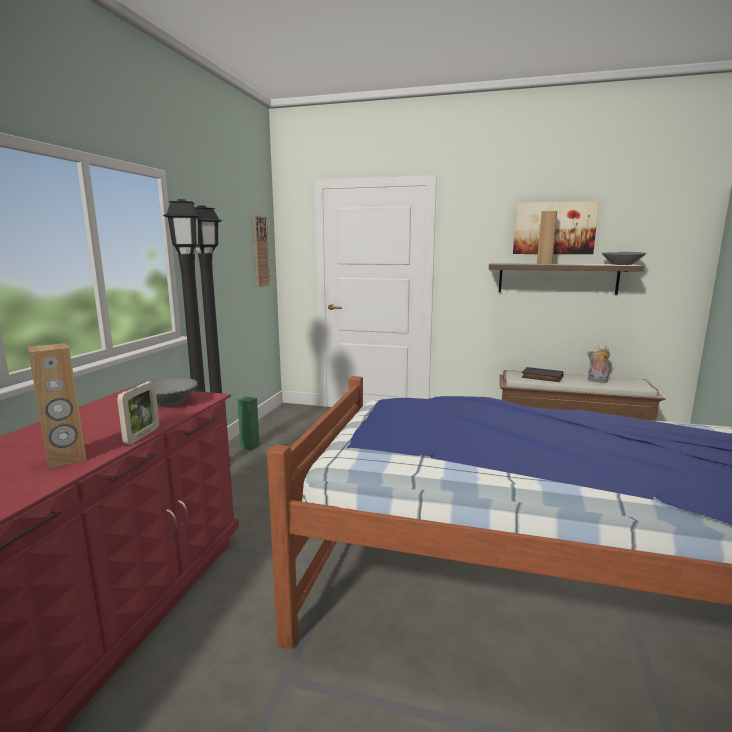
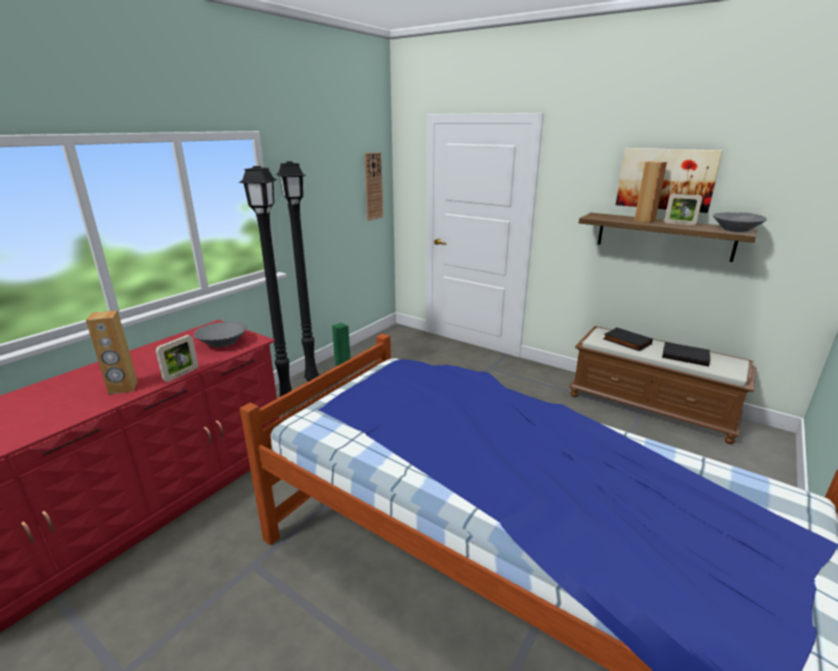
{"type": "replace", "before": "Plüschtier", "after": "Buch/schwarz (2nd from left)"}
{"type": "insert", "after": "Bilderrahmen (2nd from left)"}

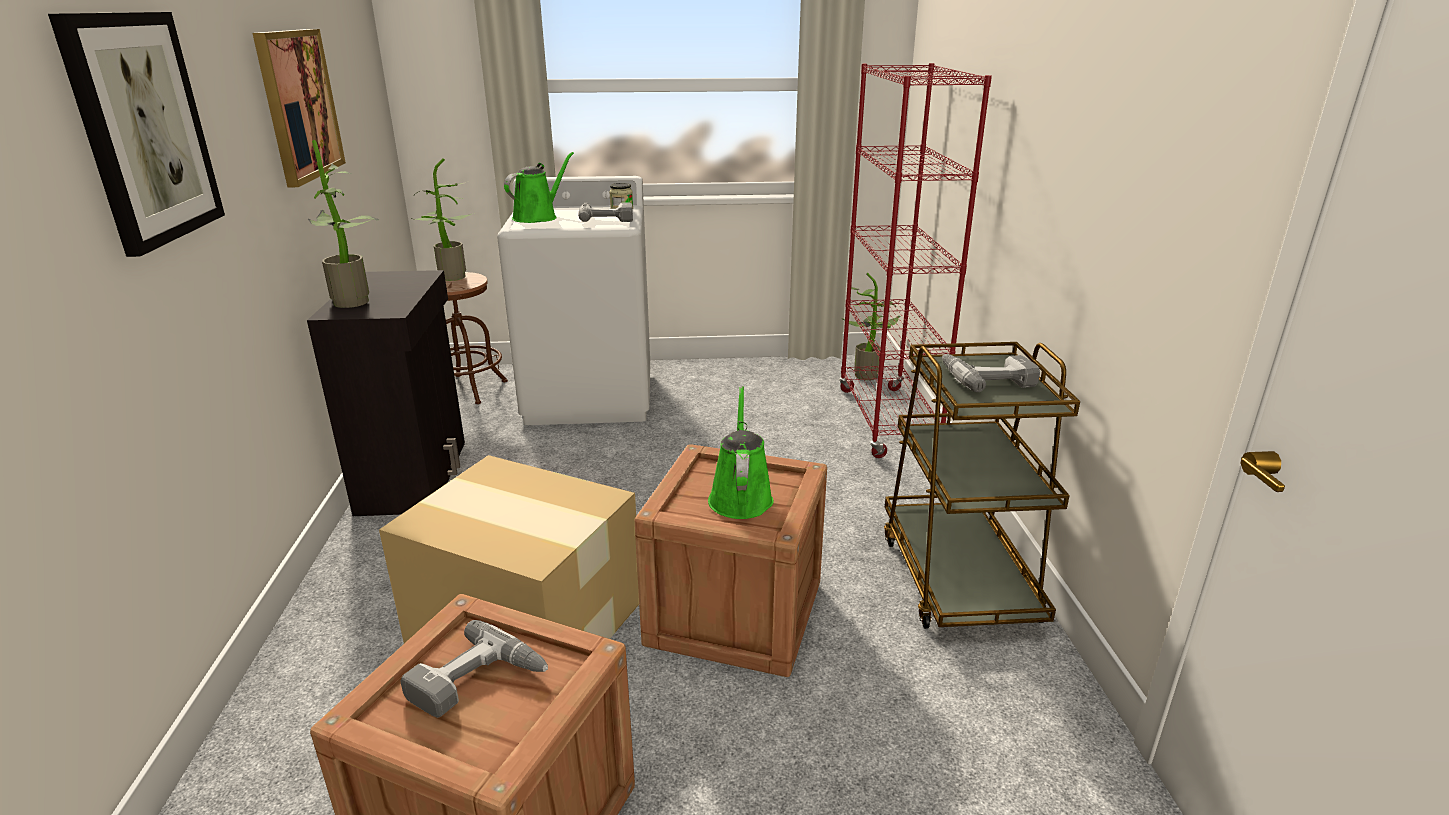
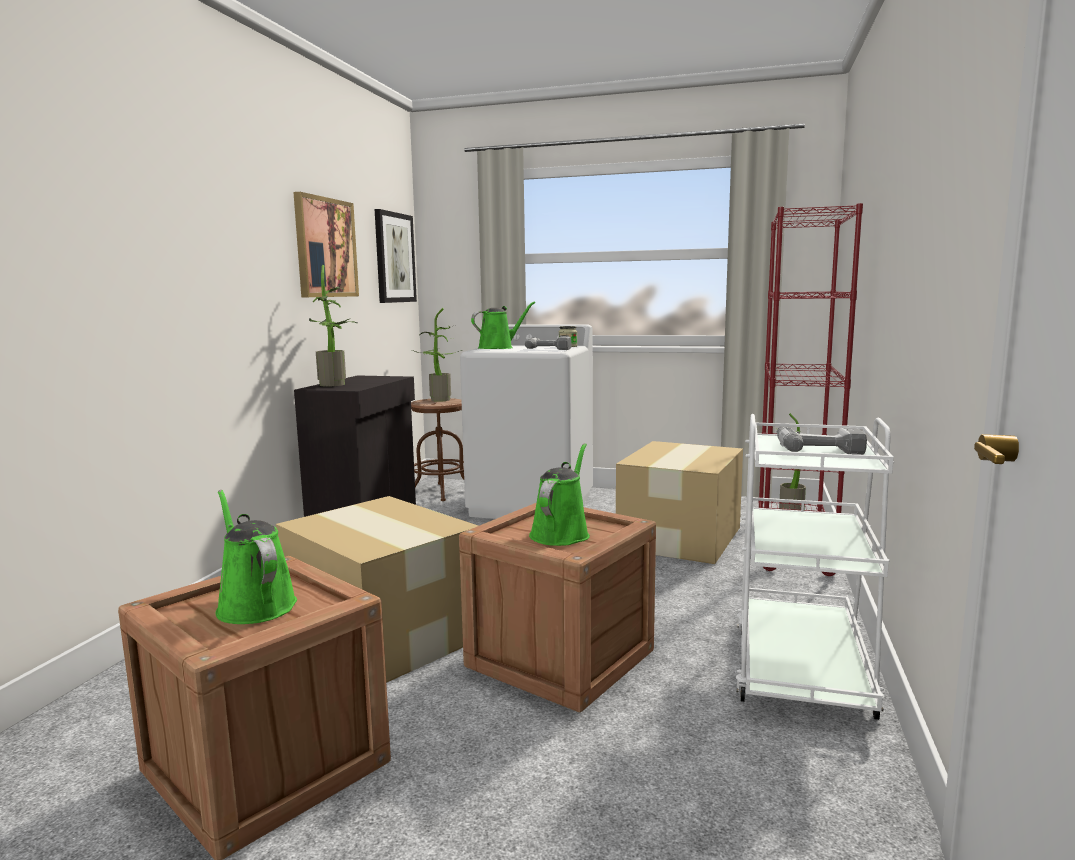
{"type": "move", "before": "Bild (1st from left in the first image)", "after": "Bild (2nd from left)"}
{"type": "replace", "before": "Bohrmaschine (1st from left)", "after": "Gießkanne/grün (1st from left)"}
{"type": "recolor", "before": "Rollwagen/braun", "after": "Rollwagen/weiß"}
{"type": "insert", "after": "Karton (2nd from left)"}

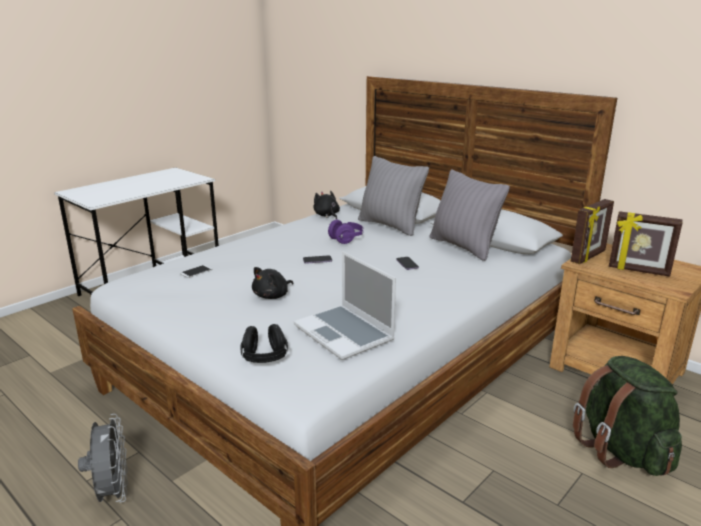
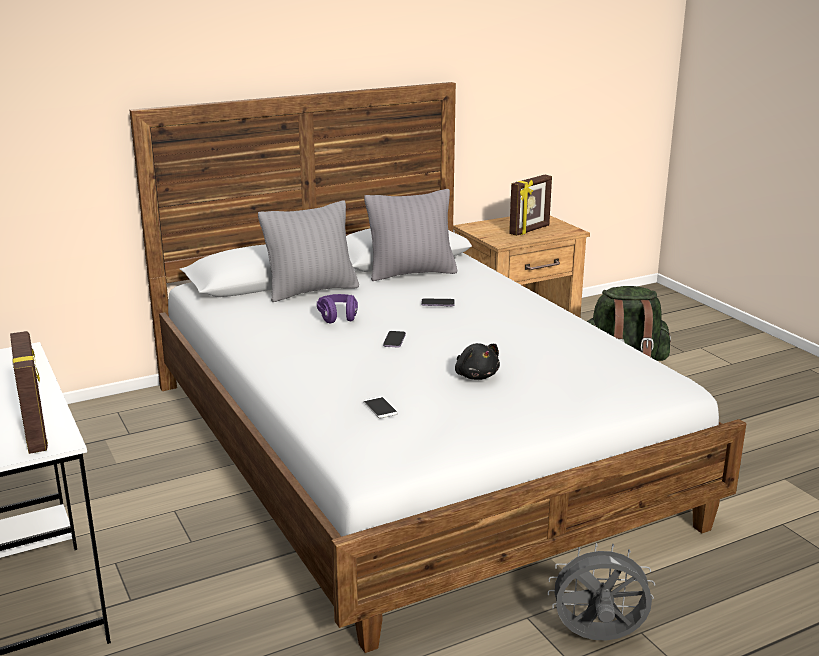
{"type": "delete", "before": "Kopfhörer/schwarz"}
{"type": "delete", "before": "Laptop"}
{"type": "delete", "before": "Plüschtier/schwarz (2nd from left)"}
{"type": "move", "before": "Bilderrahmen (1st from left)"}

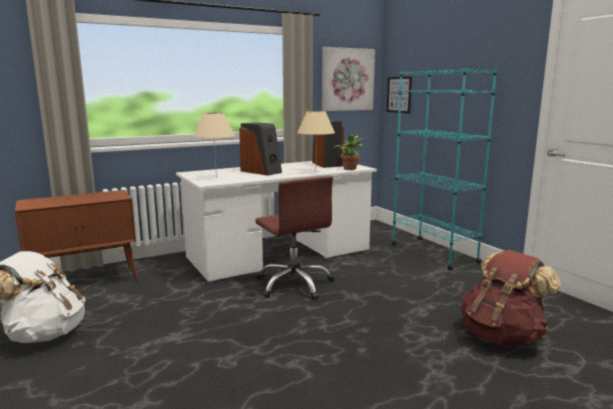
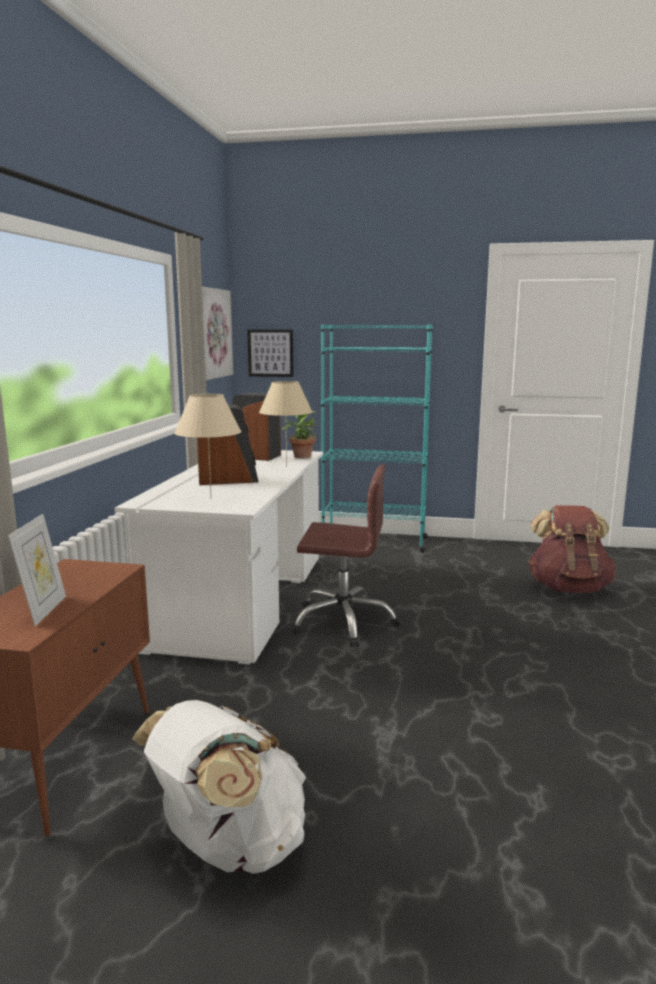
{"type": "insert", "after": "Bilderrahmen"}

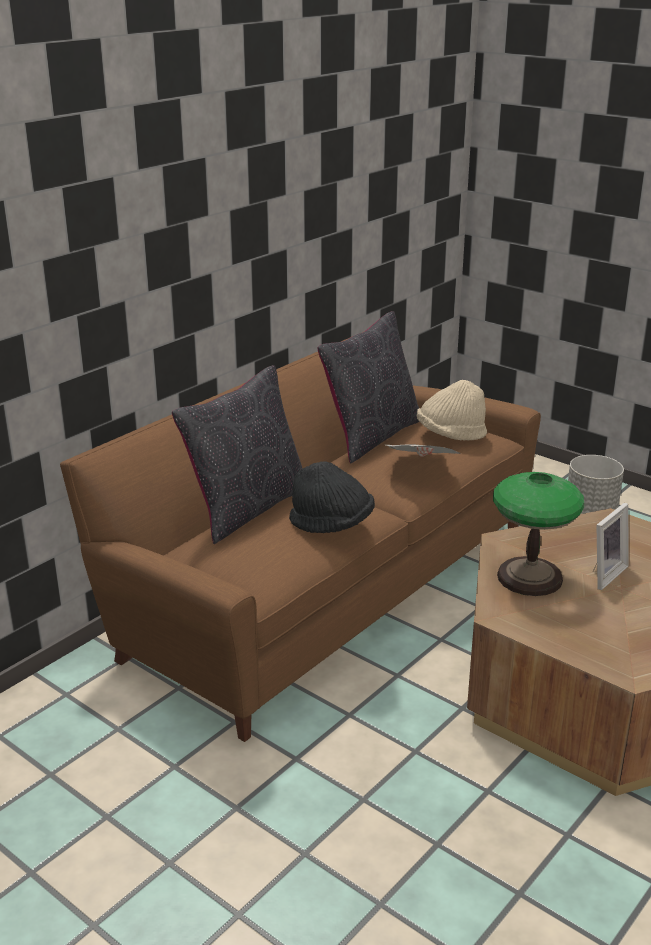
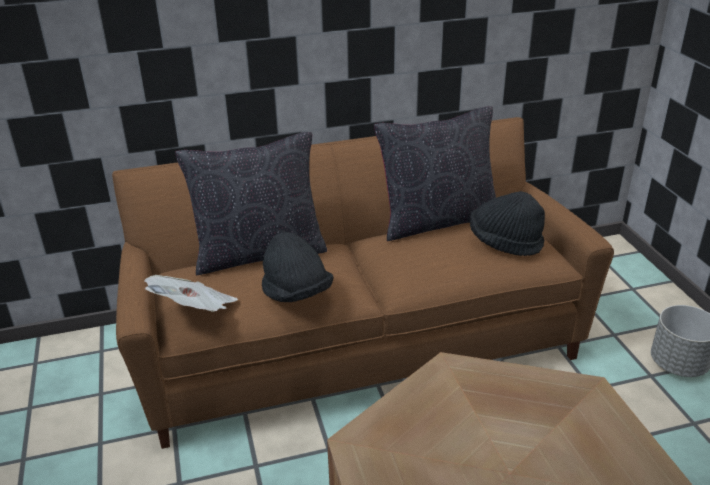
{"type": "move", "before": "Zeitung"}
{"type": "recolor", "before": "Hut/beige", "after": "Hut/schwarz (2nd from left)"}
{"type": "delete", "before": "Tischlampe"}
{"type": "delete", "before": "Bilderrahmen"}

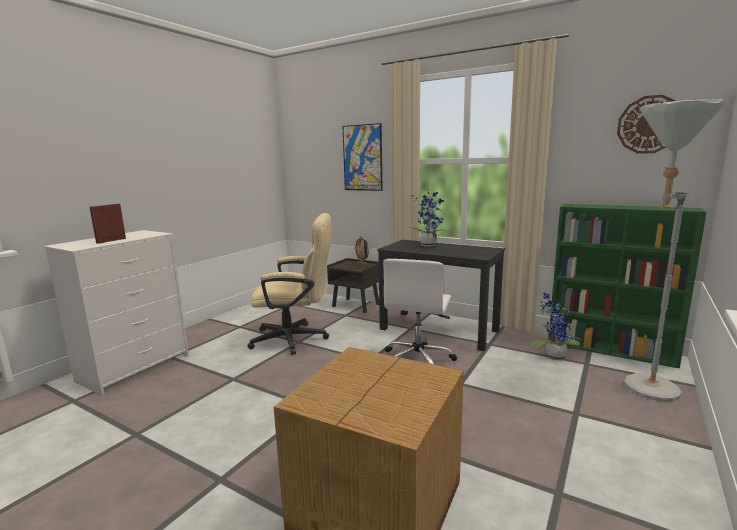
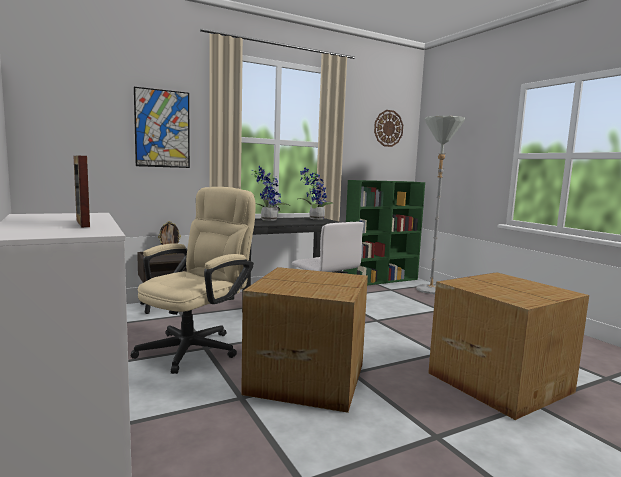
{"type": "move", "before": "Topfpflanze (2nd from left)"}
{"type": "insert", "after": "Karton (1st from left)"}

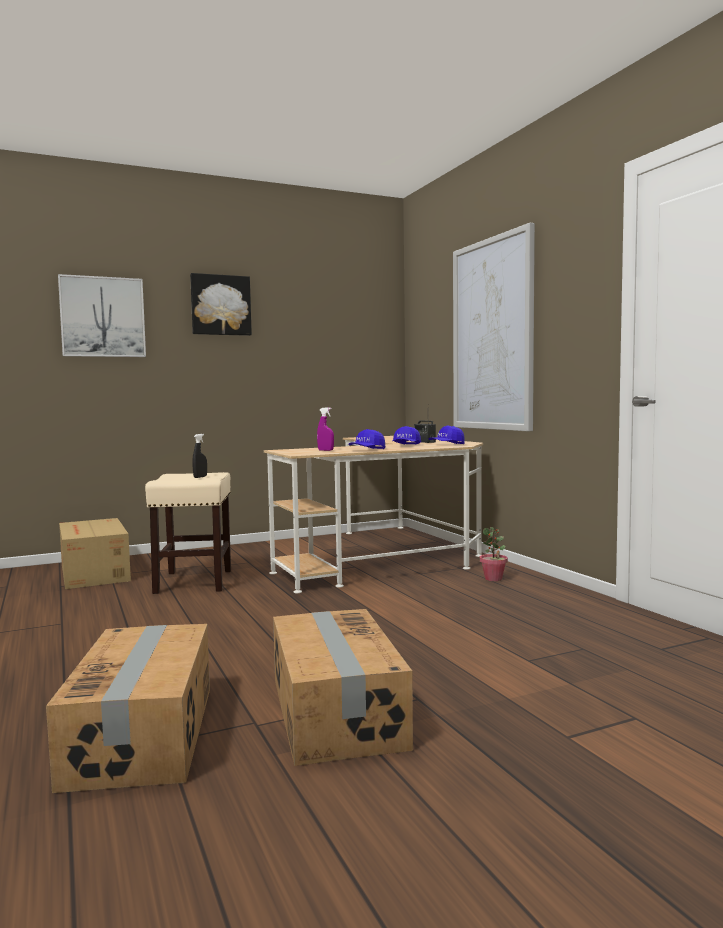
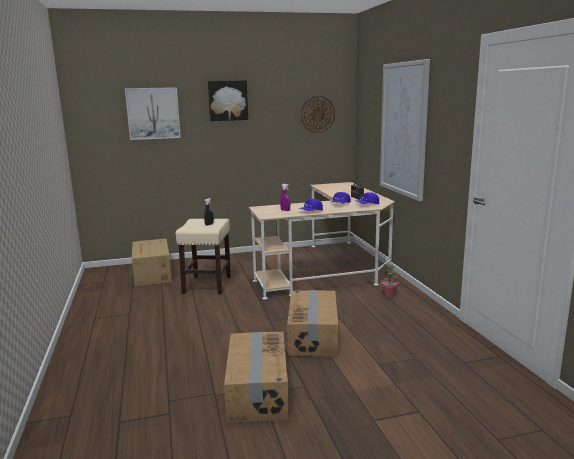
{"type": "move", "before": "Karton (2nd from left in the first image)", "after": "Karton (3rd from left)"}
{"type": "insert", "after": "Wanduhr"}

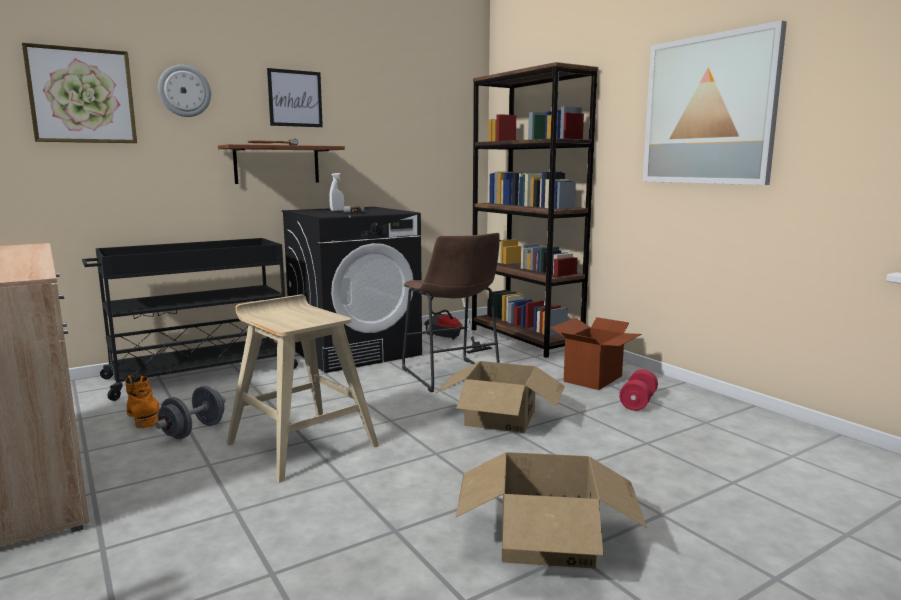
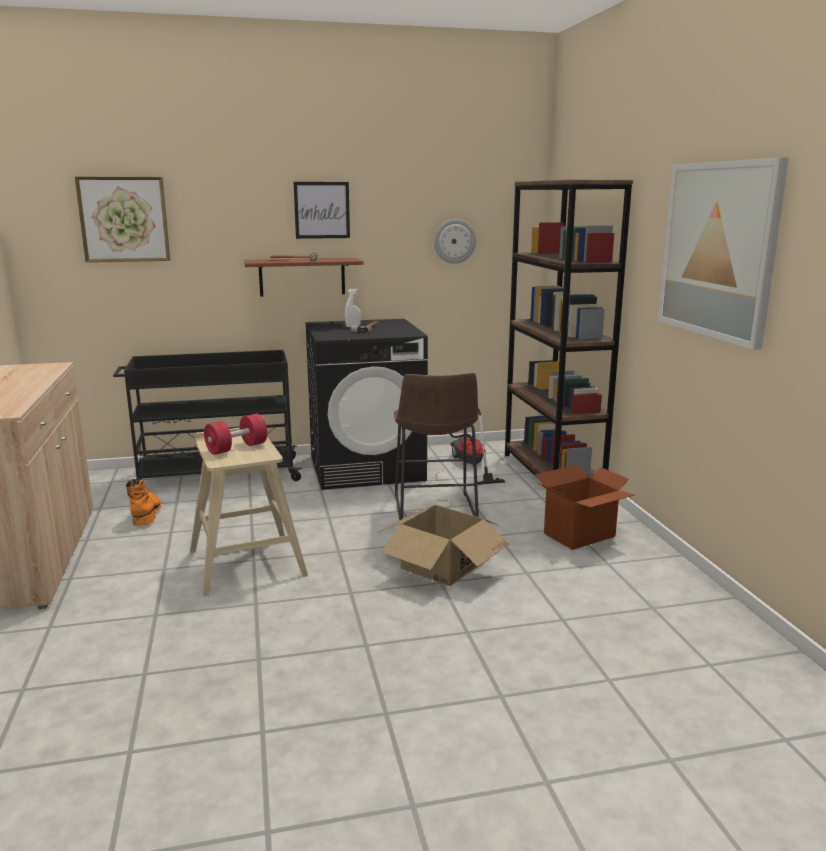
{"type": "delete", "before": "Hantel/grau"}
{"type": "move", "before": "Wanduhr"}
{"type": "delete", "before": "Karton (2nd from left)"}
{"type": "move", "before": "Hantel/rot"}

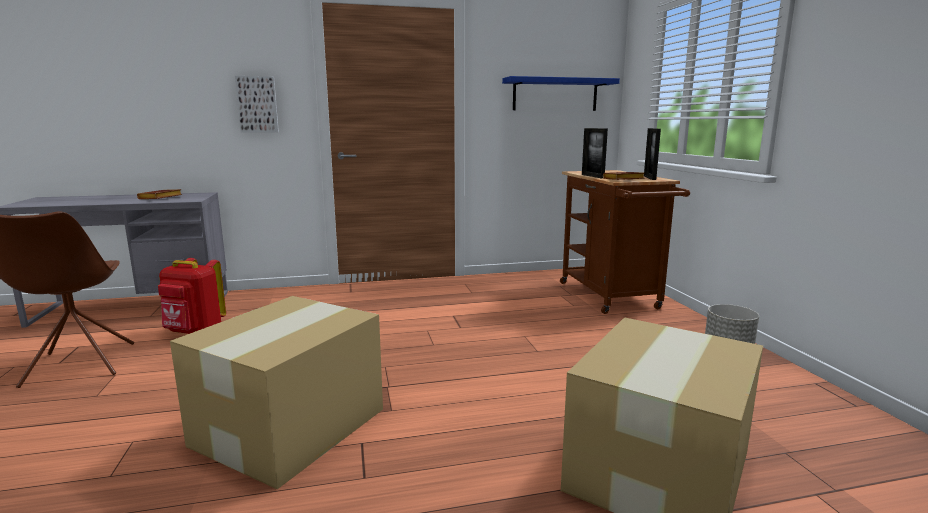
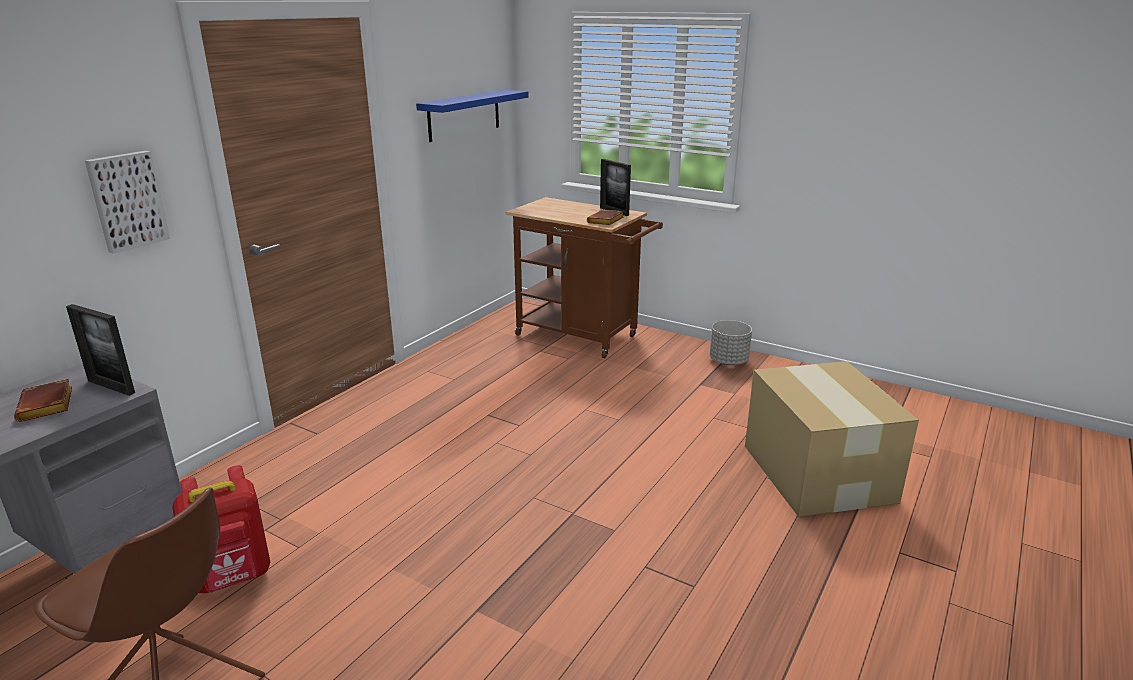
{"type": "delete", "before": "Karton (1st from left)"}
{"type": "move", "before": "Bilderrahmen (1st from left)"}

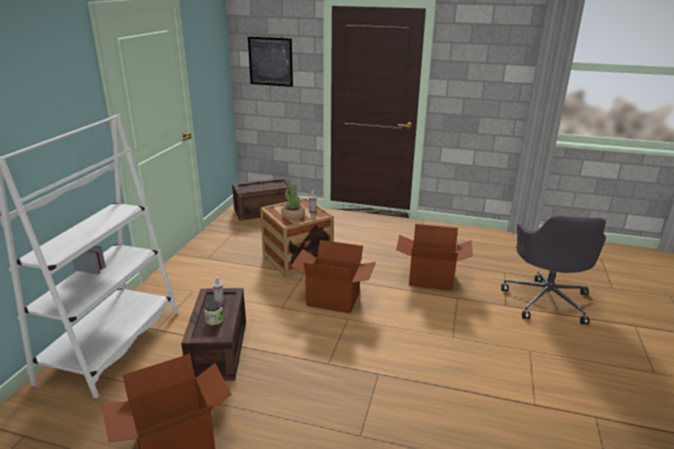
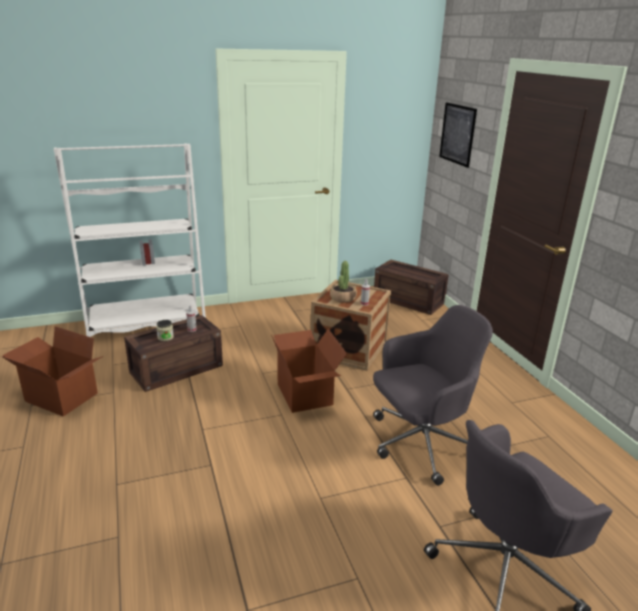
{"type": "replace", "before": "Karton (3rd from left)", "after": "Bürostuhl/grau (1st from left)"}

